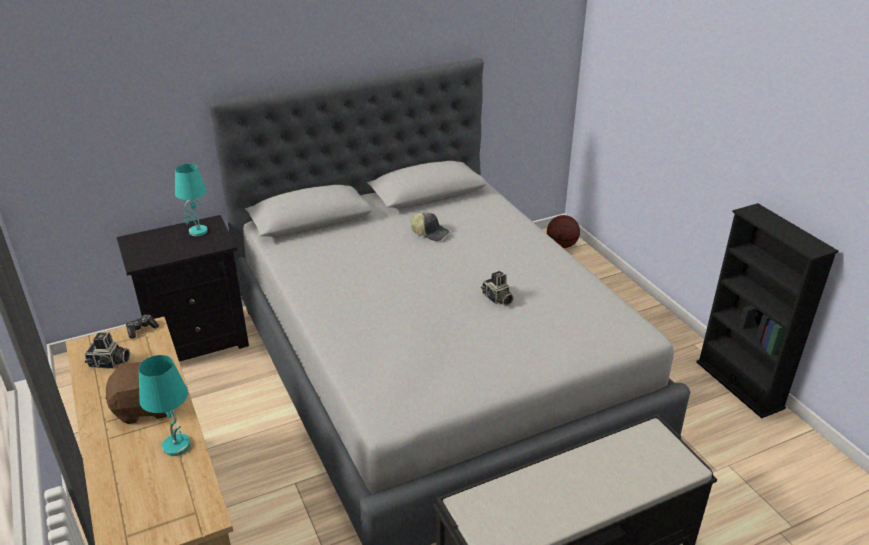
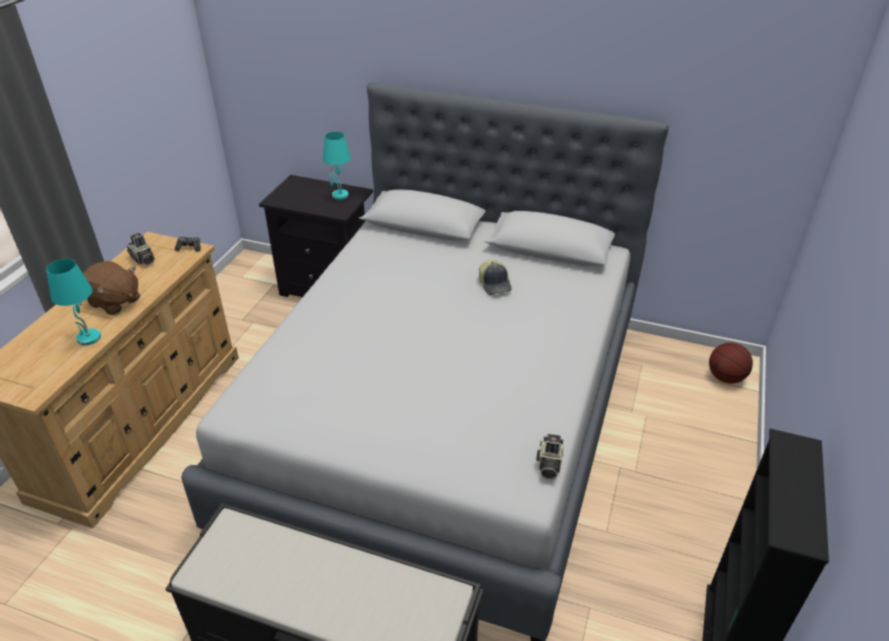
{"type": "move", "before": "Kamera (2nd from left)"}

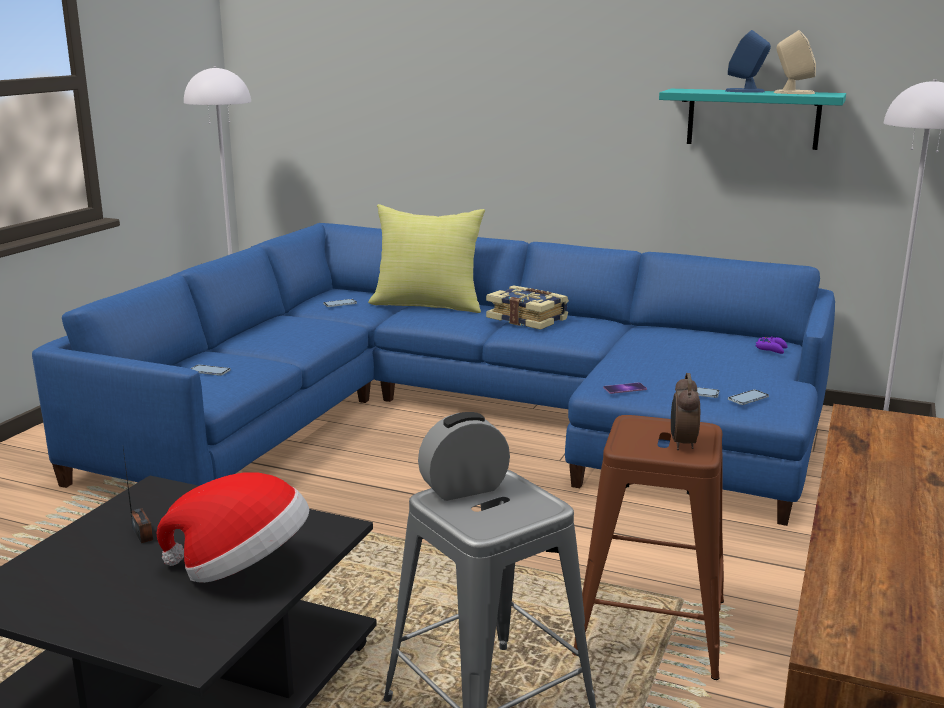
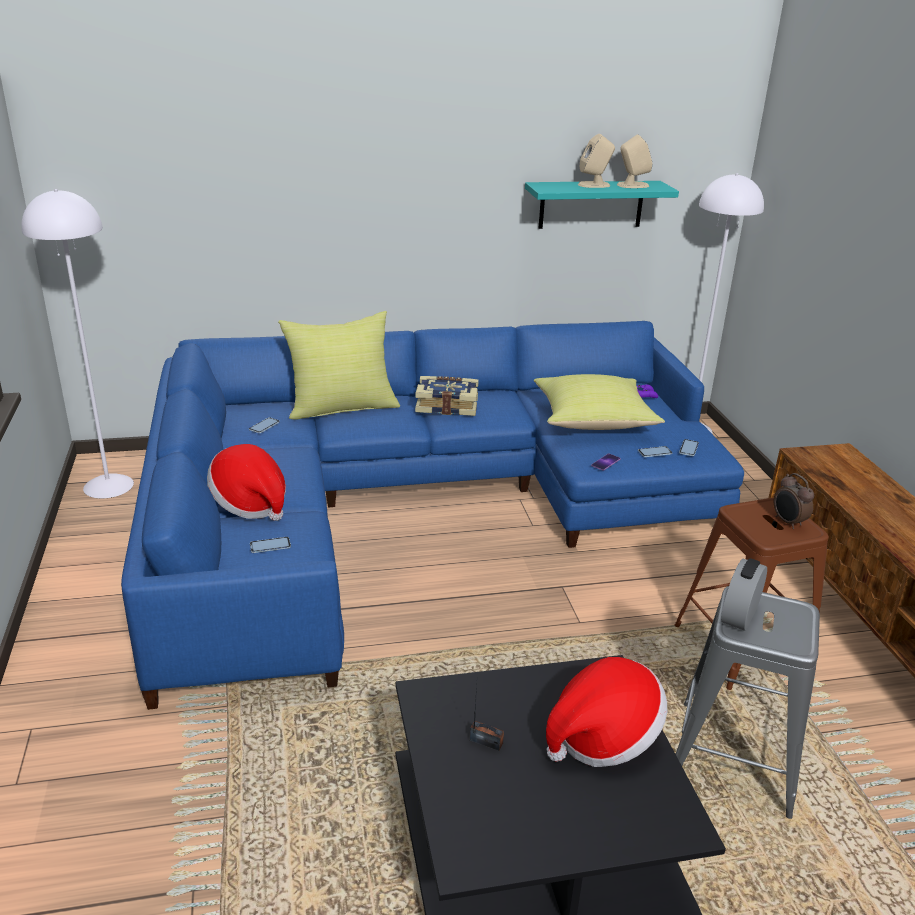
{"type": "recolor", "before": "Lautsprecher/blau", "after": "Lautsprecher/beige (1st from left)"}
{"type": "insert", "after": "Hut (1st from left)"}
{"type": "insert", "after": "Kissen/gelb (2nd from left)"}

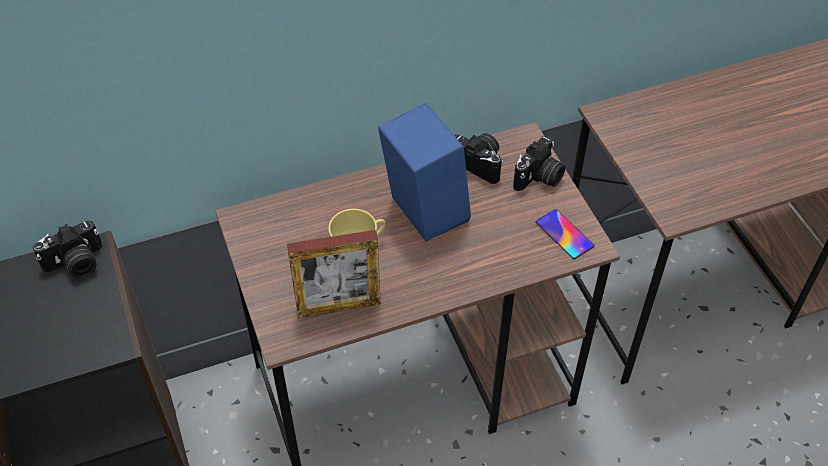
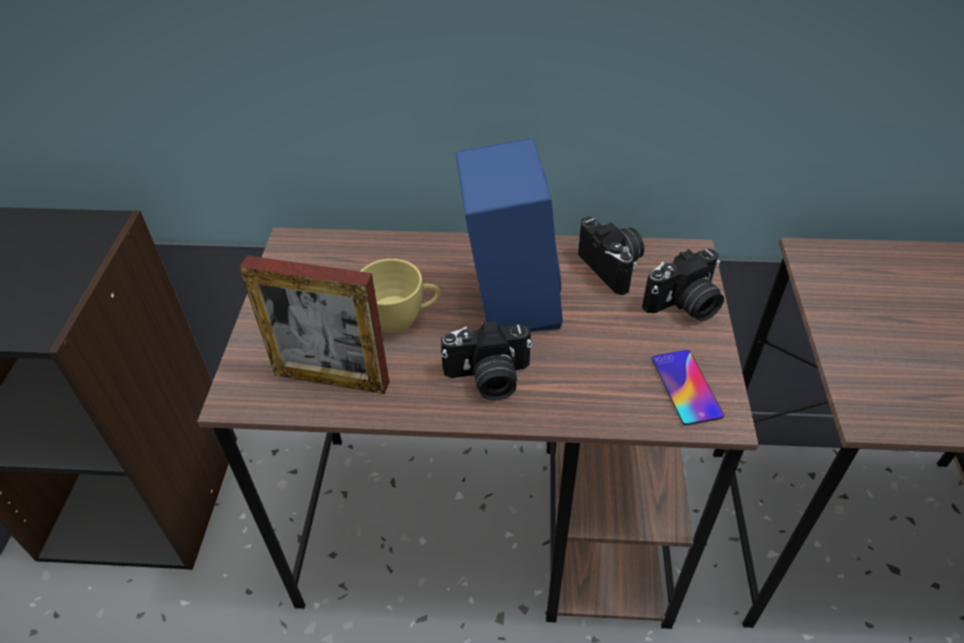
{"type": "move", "before": "Kamera (1st from left)"}

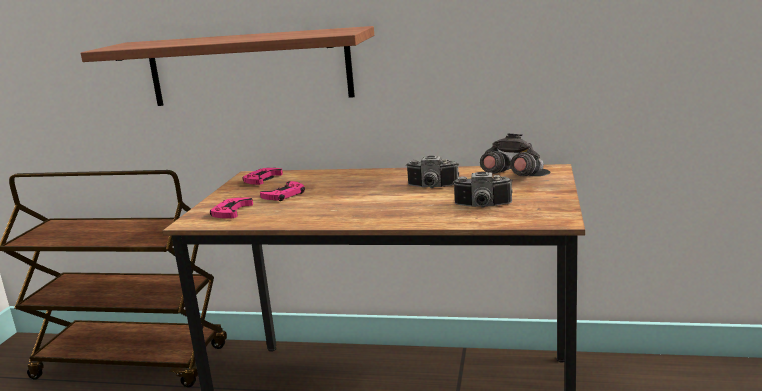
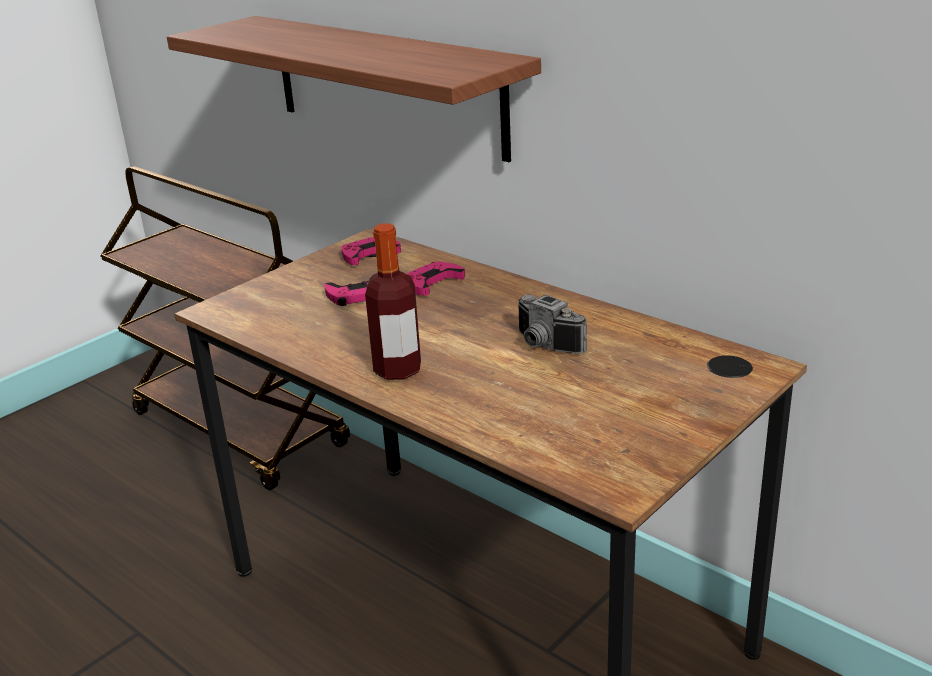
{"type": "move", "before": "Gamepad/rosa (1st from left in the first image)", "after": "Gamepad/rosa (3rd from left)"}
{"type": "delete", "before": "Kamera (2nd from left)"}
{"type": "delete", "before": "Fernglas/grau"}
{"type": "insert", "after": "Flasche"}

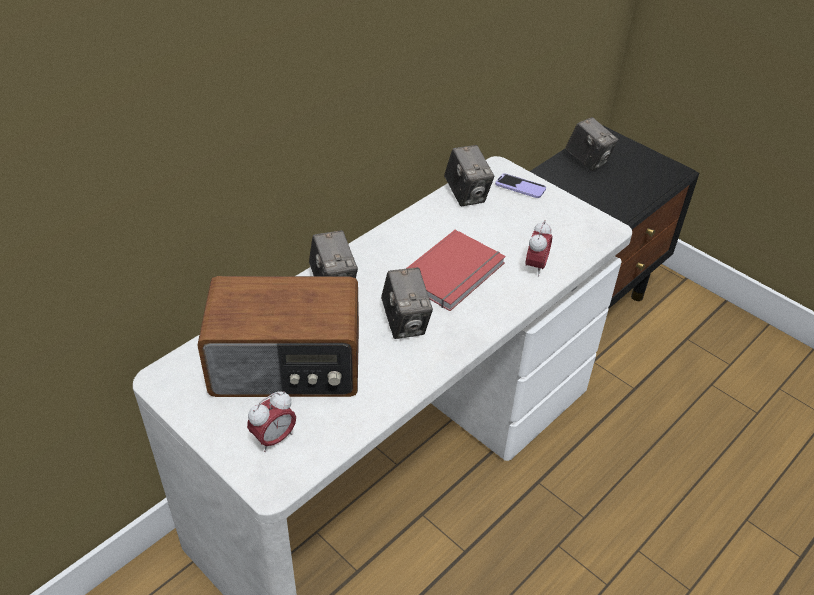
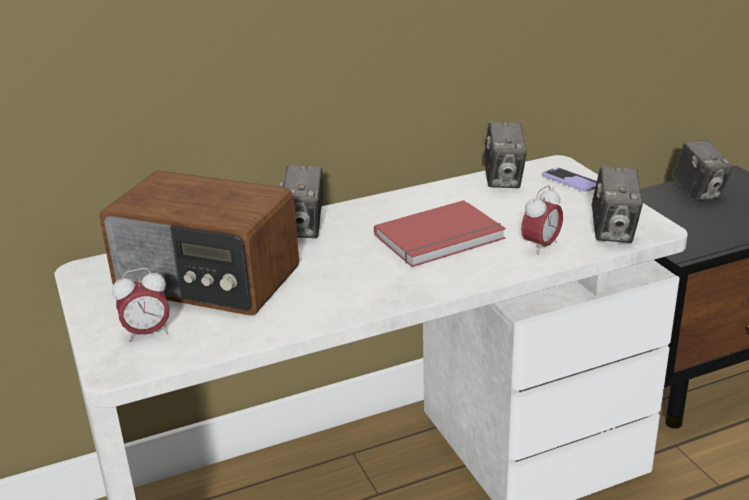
{"type": "move", "before": "Kamera (2nd from left in the first image)", "after": "Kamera (3rd from left)"}

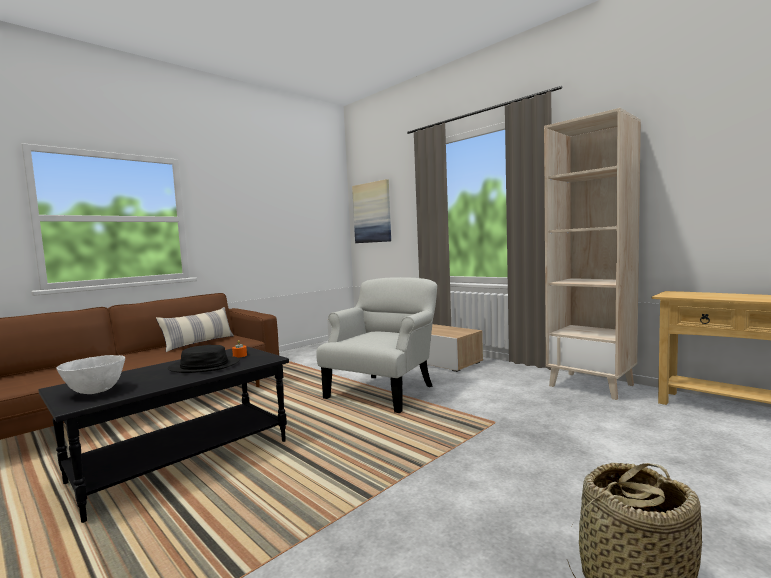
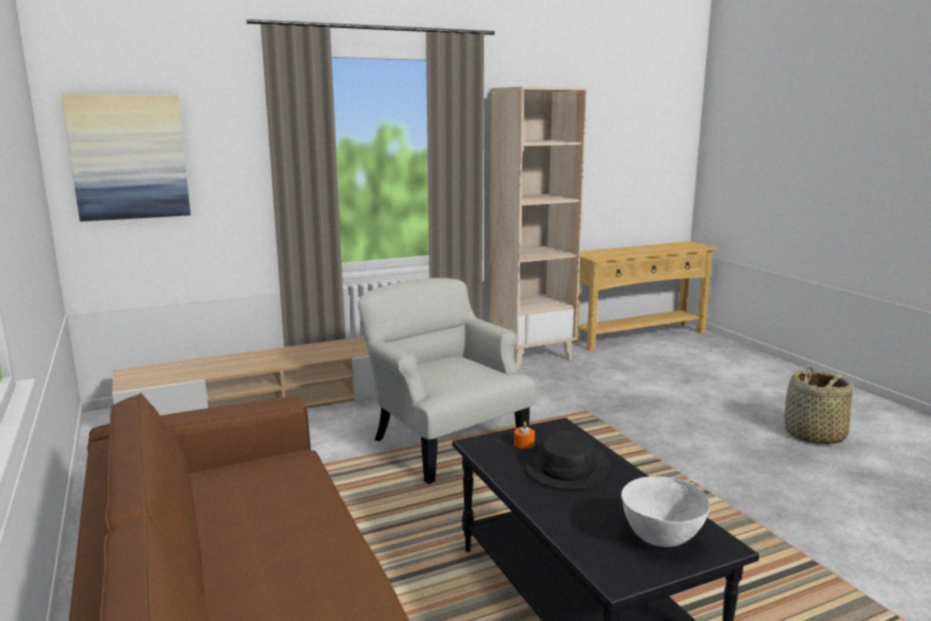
{"type": "delete", "before": "Kissen"}

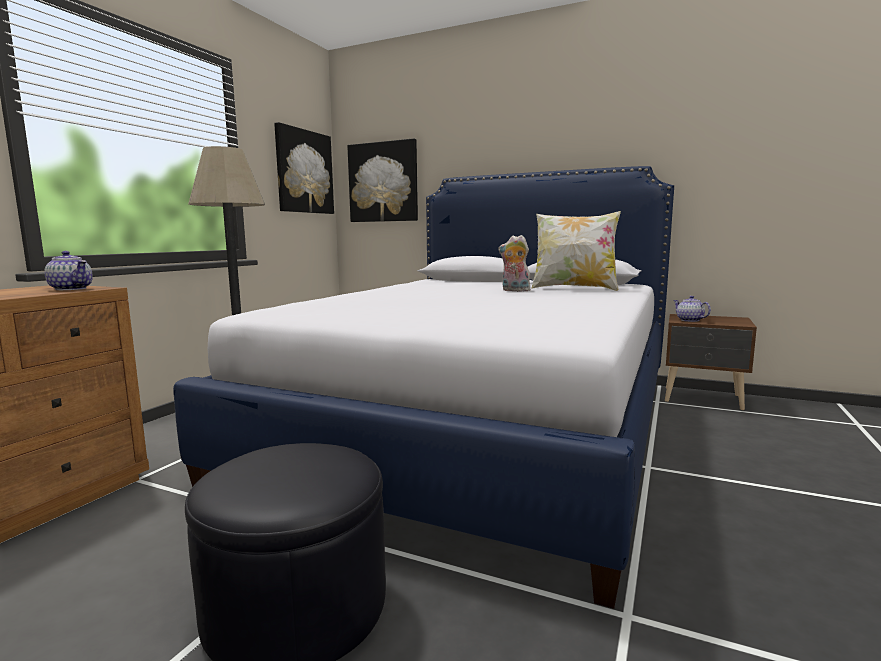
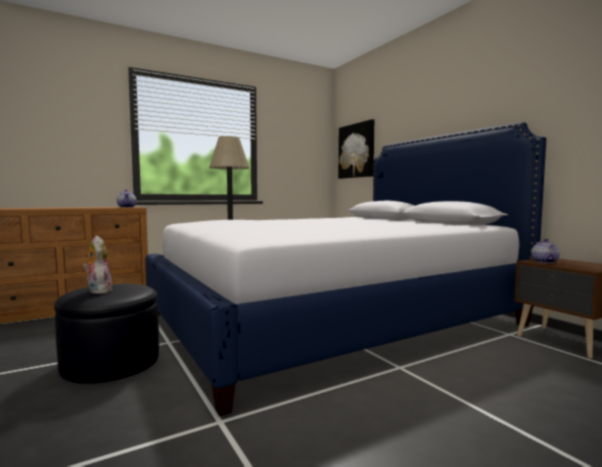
{"type": "delete", "before": "Bild (1st from left)"}
{"type": "move", "before": "Plüschtier"}
{"type": "delete", "before": "Kissen"}

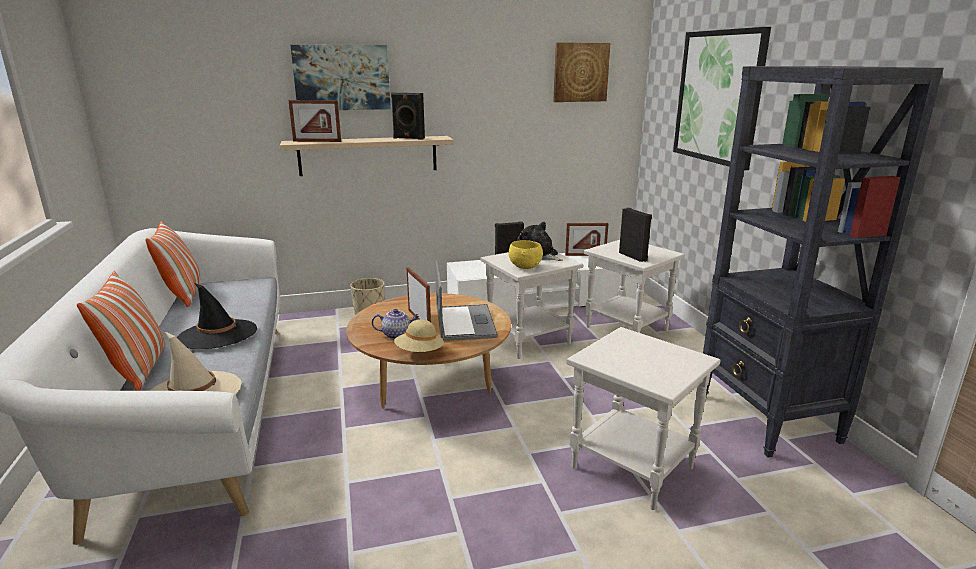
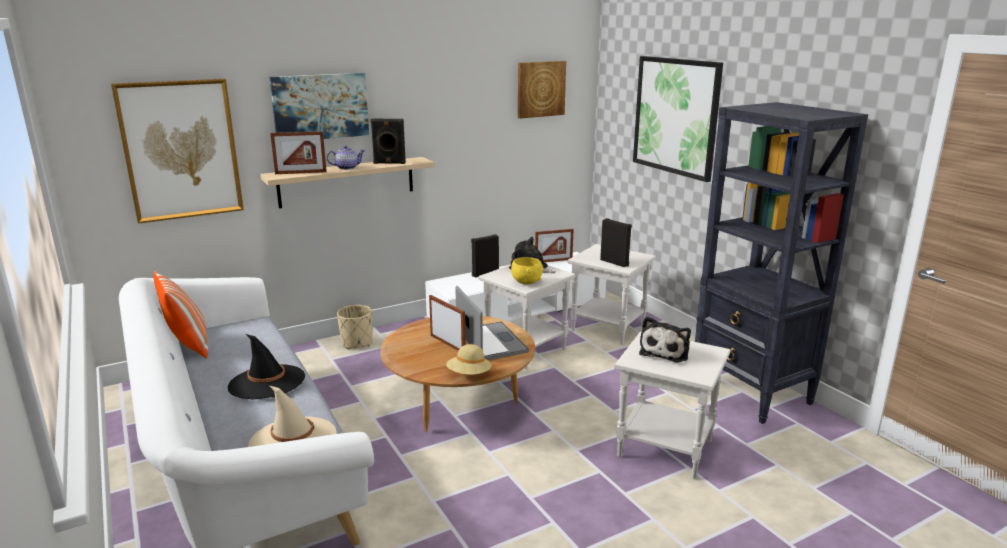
{"type": "delete", "before": "Kissen (1st from left)"}
{"type": "move", "before": "Teekanne"}
{"type": "insert", "after": "Bild (1st from left)"}
{"type": "insert", "after": "Plüschtier (2nd from left)"}

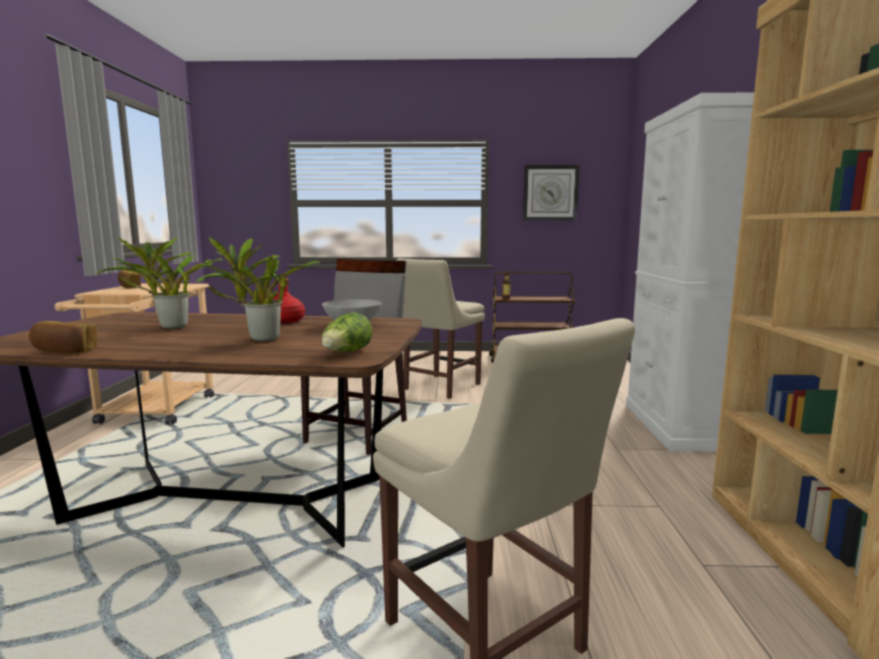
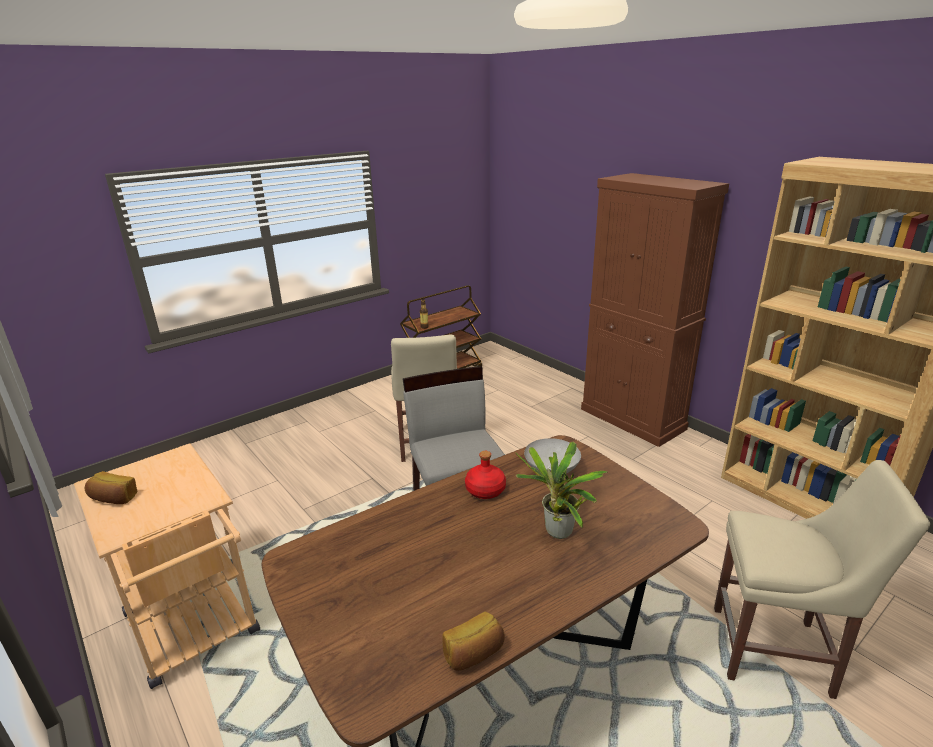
{"type": "delete", "before": "Topfpflanze (1st from left)"}
{"type": "delete", "before": "Salatkopf"}
{"type": "delete", "before": "Wanduhr"}
{"type": "recolor", "before": "Schrank/weiß", "after": "Schrank/braun"}

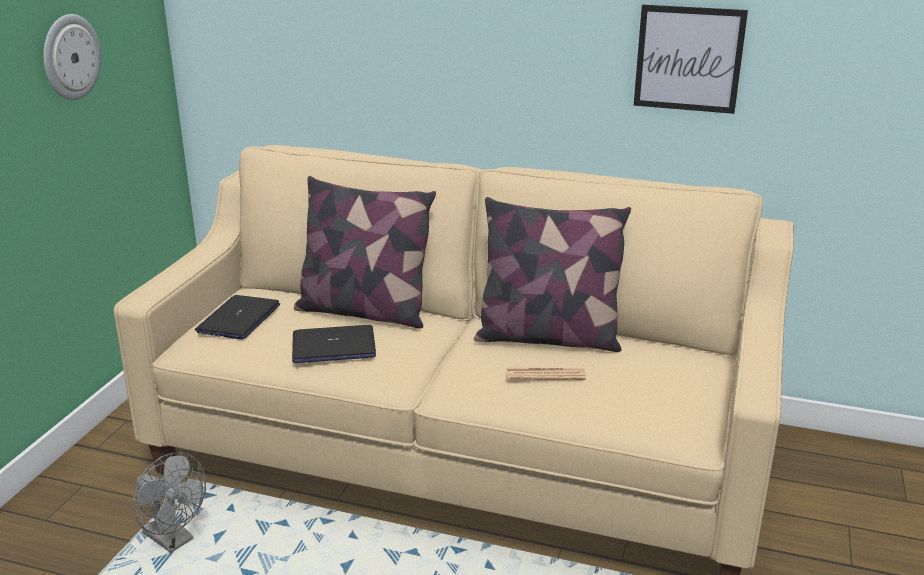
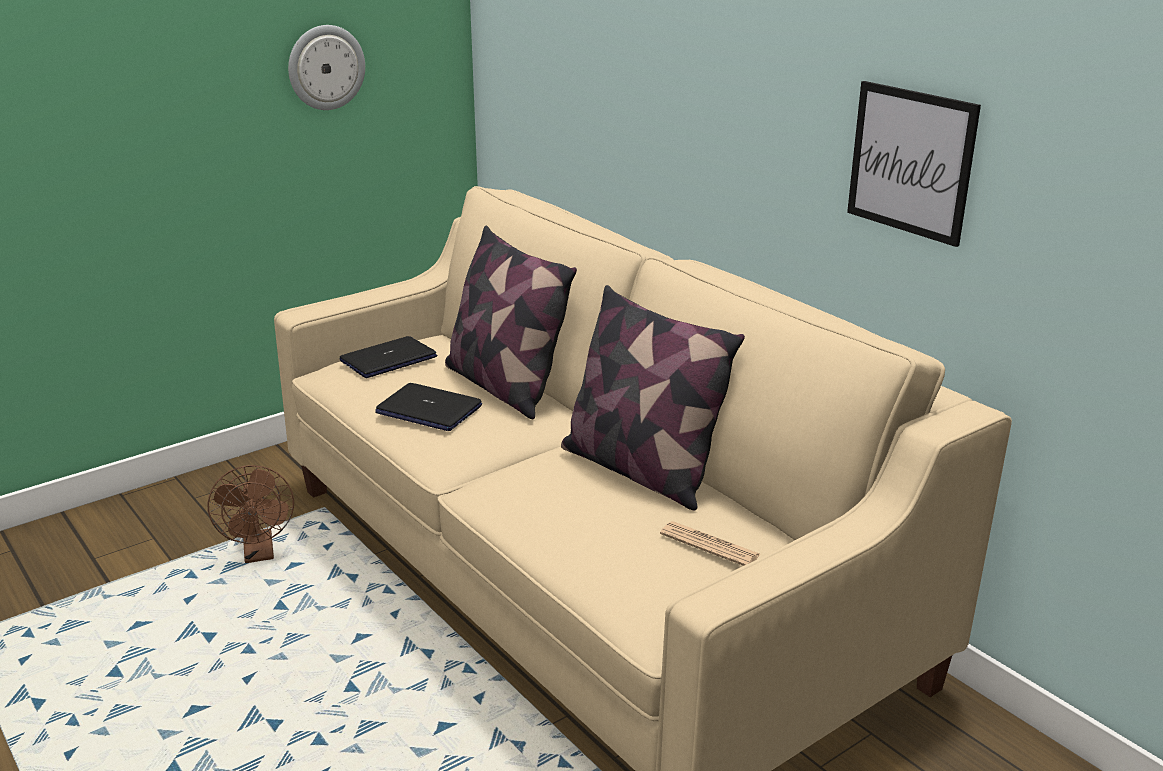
{"type": "recolor", "before": "Ventilator/grau", "after": "Ventilator/braun"}
{"type": "move", "before": "Zeitung"}

